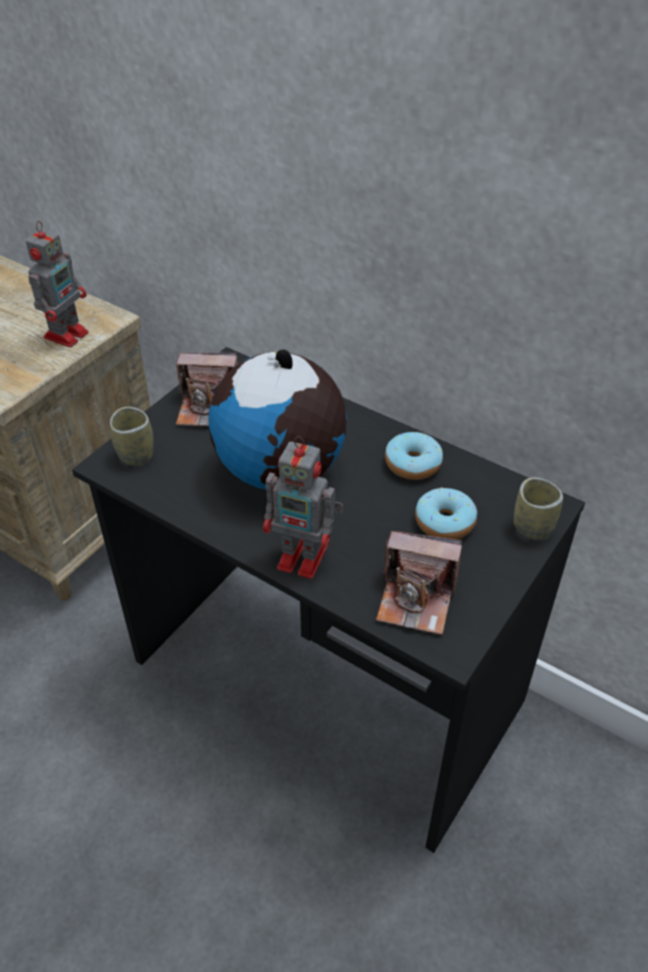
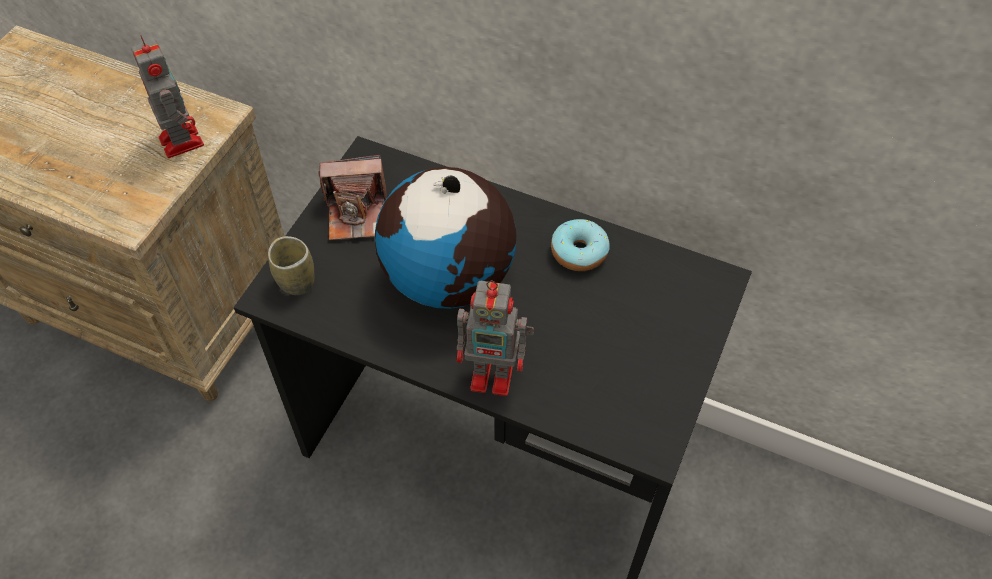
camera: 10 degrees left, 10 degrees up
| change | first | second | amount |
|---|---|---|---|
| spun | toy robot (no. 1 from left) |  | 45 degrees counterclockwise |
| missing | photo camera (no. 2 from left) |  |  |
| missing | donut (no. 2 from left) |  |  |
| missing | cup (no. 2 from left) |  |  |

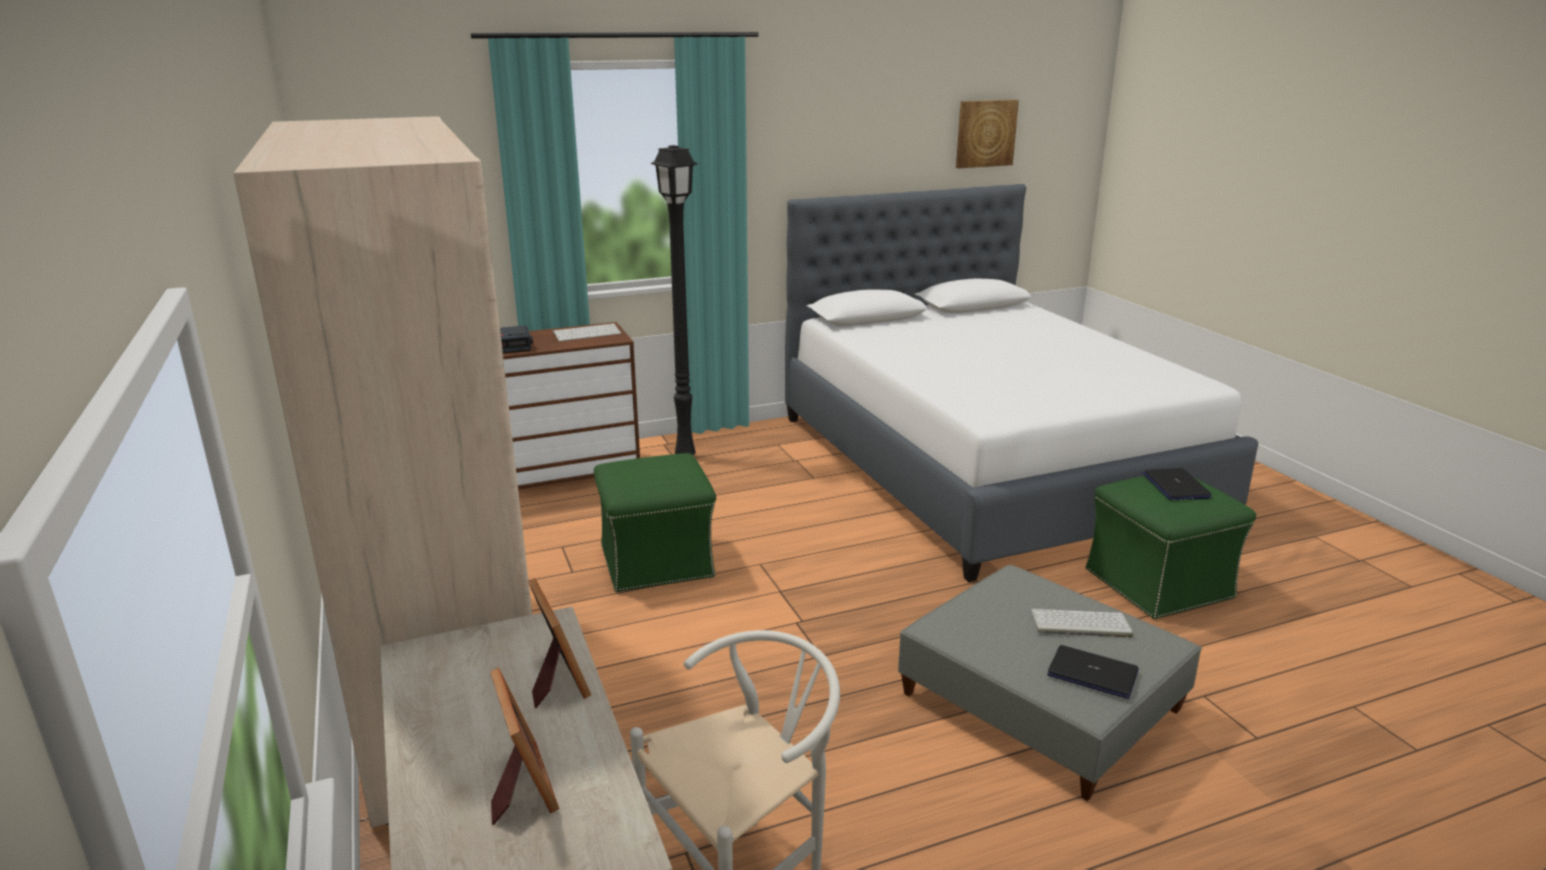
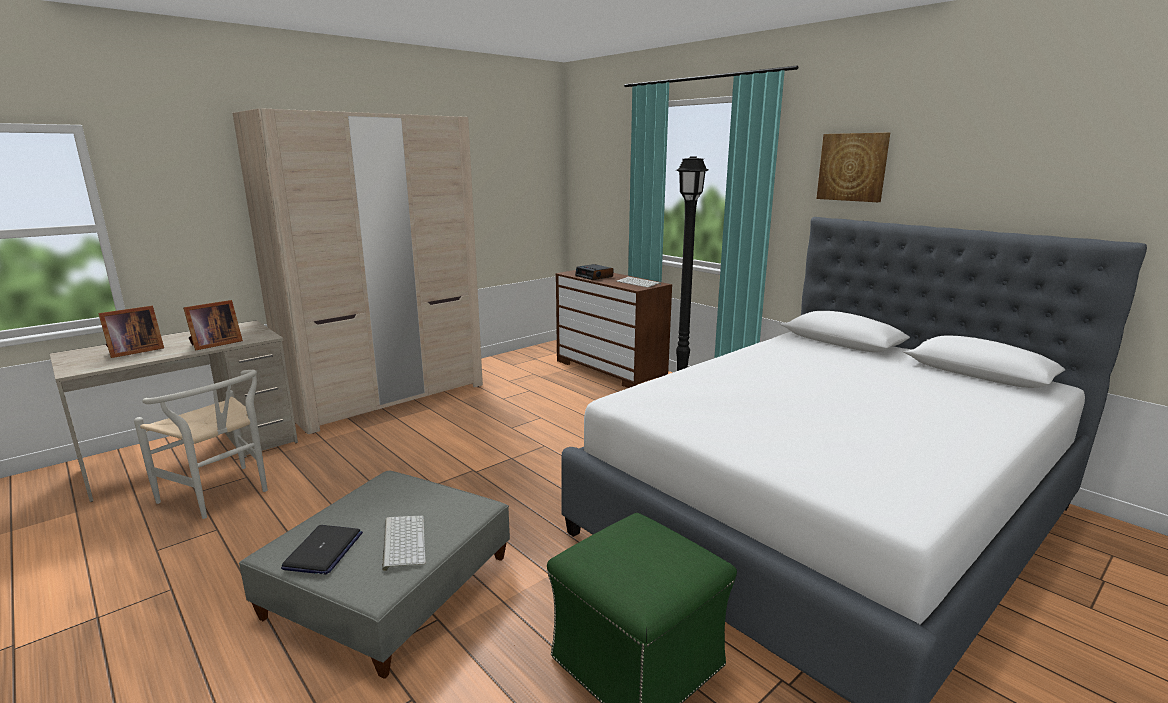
camera: 70 degrees right, 5 degrees down
| change | first | second | amount |
|---|---|---|---|
| missing | green ottoman (no. 1 from left) |  |  |
| relocated | picture |  |  |
| missing | laptop (no. 2 from left) |  |  |

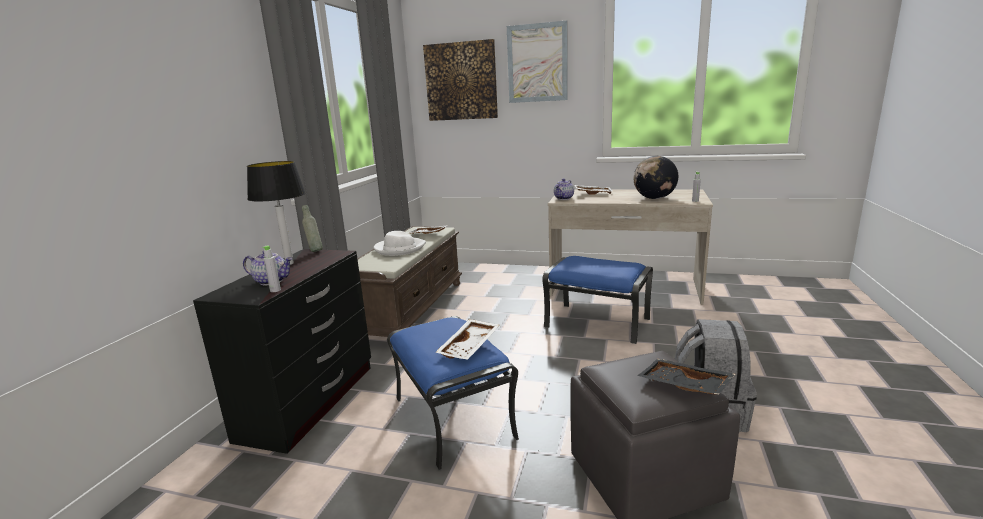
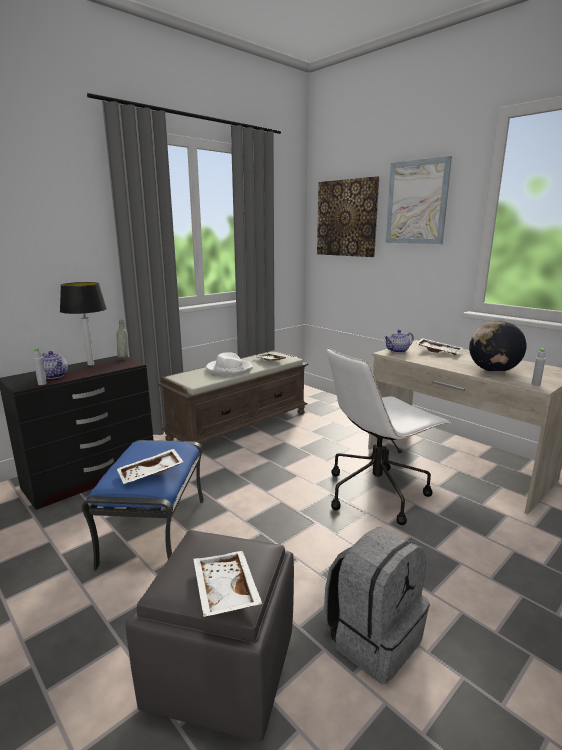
camera: 30 degrees right, 0 degrees up
| change | first | second | amount |
|---|---|---|---|
| exchanged | blue ottoman (no. 2 from left) | white office chair |  |
| colour | black tray | white tray (no. 2 from left) |  |

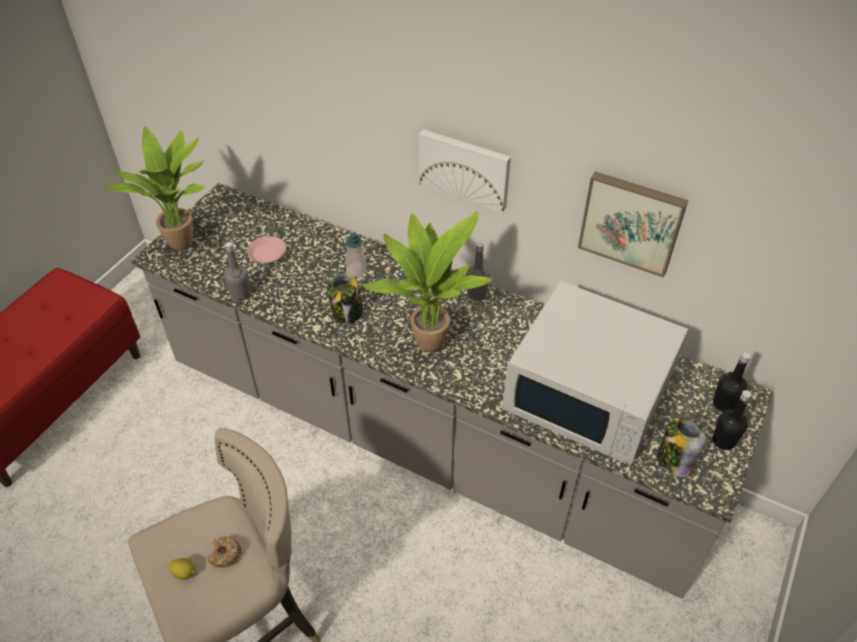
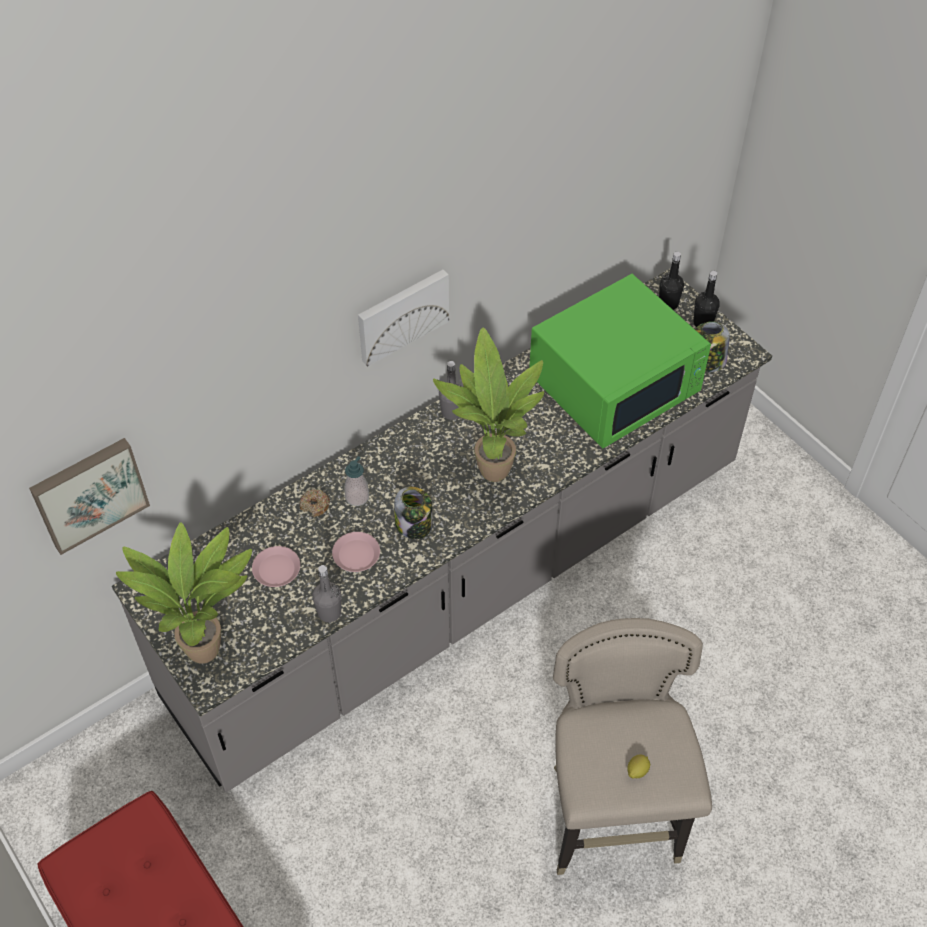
camera: 65 degrees left, 5 degrees up
| change | first | second | amount |
|---|---|---|---|
| relocated | donut |  |  |
| colour | white microwave | green microwave |  |
| relocated | picture (no. 2 from left in the first image) | picture (no. 1 from left) |  |
| appeared |  | pink plate (no. 2 from left) |  |

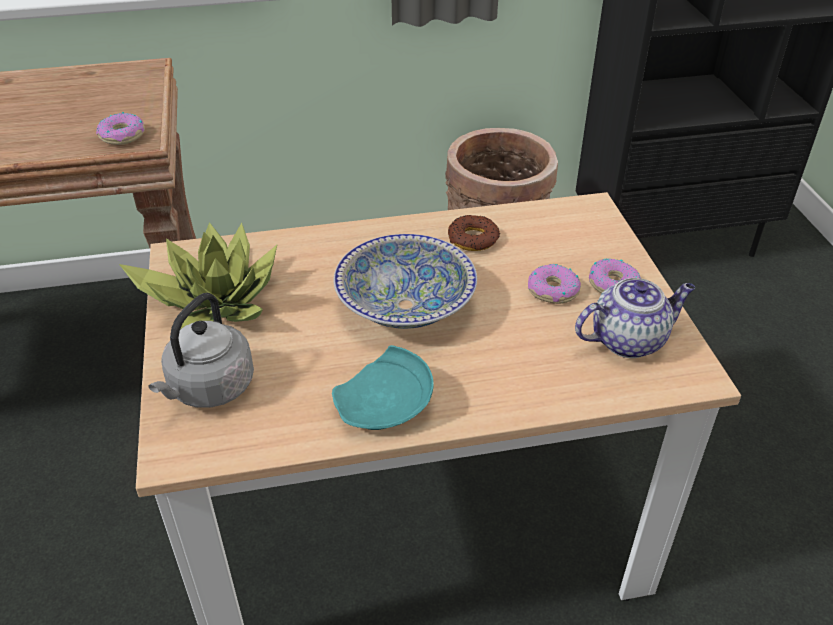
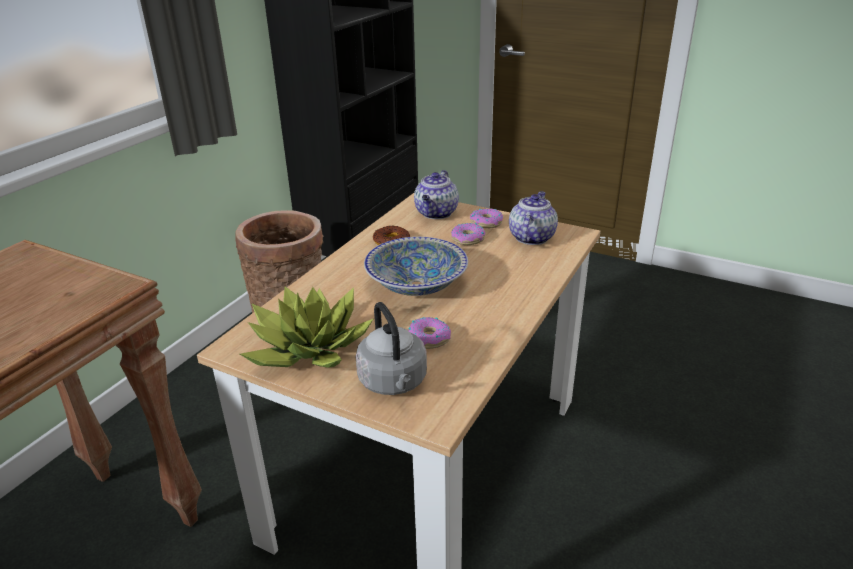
camera: 50 degrees left, 10 degrees down
| change | first | second | amount |
|---|---|---|---|
| relocated | donut (no. 1 from left in the first image) | donut (no. 2 from left) |  |
| missing | turquoise plate |  |  |
| appeared |  | teapot (no. 1 from left) |  |

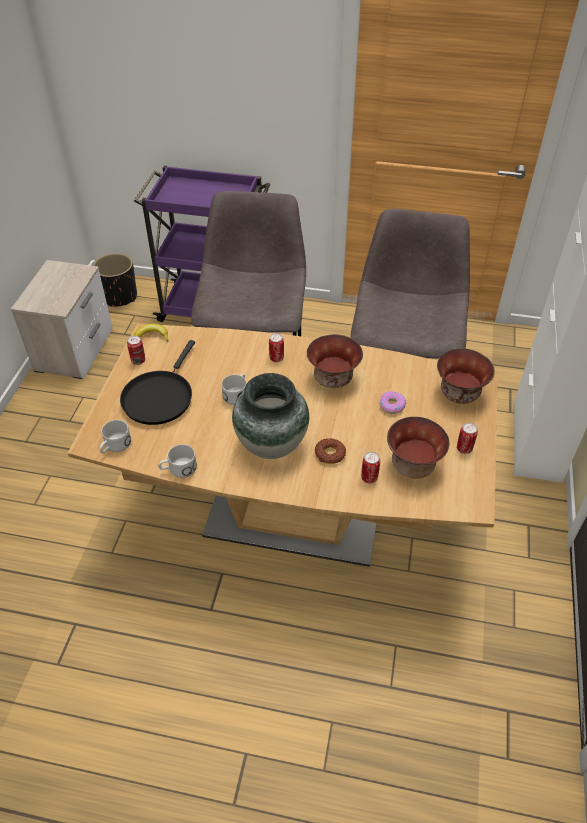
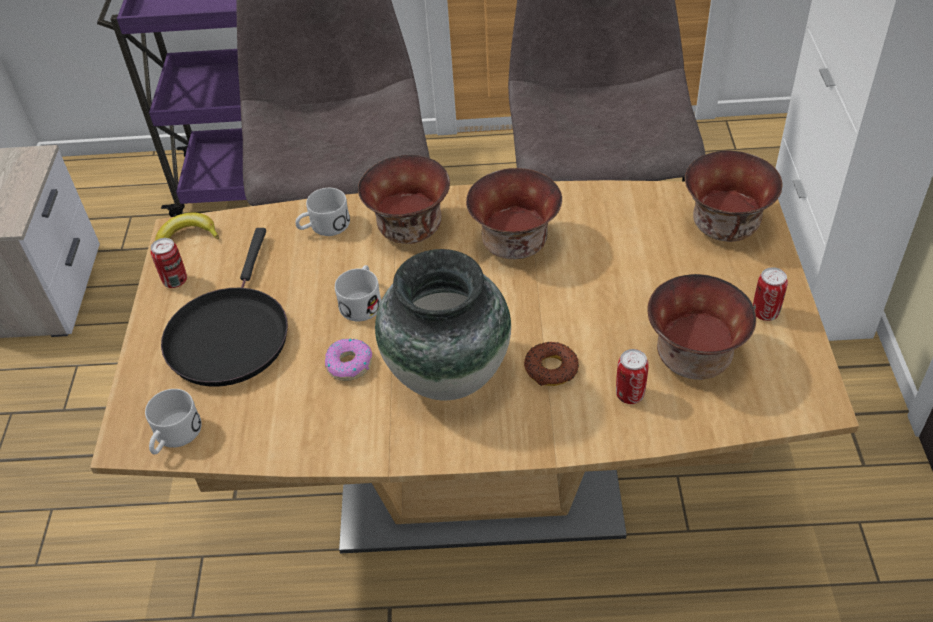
camera: 10 degrees left, 0 degrees up
| change | first | second | amount |
|---|---|---|---|
| missing | black planter |  |  |
| relocated | white mug (no. 2 from left) |  |  |
| exchanged | can (no. 2 from left) | bowl (no. 1 from left) |  |
| relocated | donut (no. 2 from left in the first image) | donut (no. 1 from left) |  |

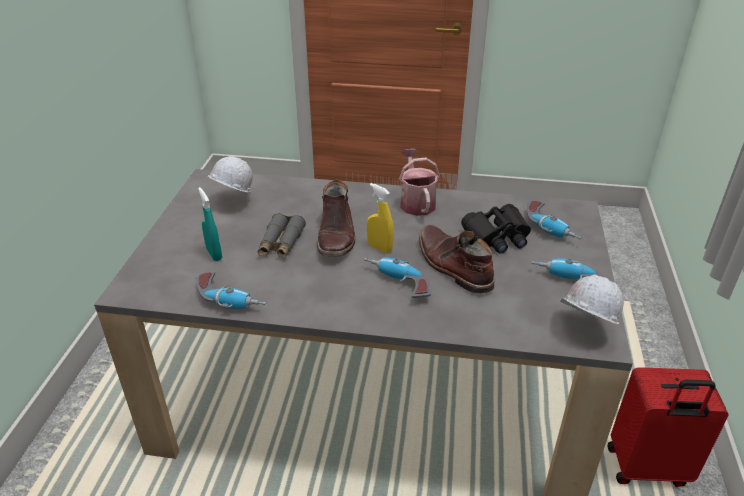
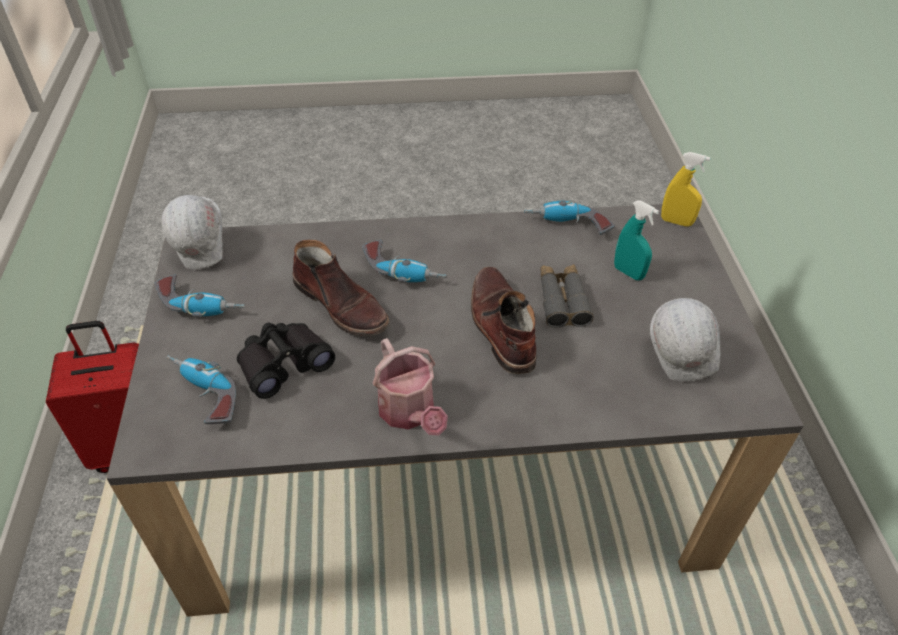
camera: 165 degrees right, 10 degrees up
| change | first | second | amount |
|---|---|---|---|
| relocated | yellow spray bottle |  |  |

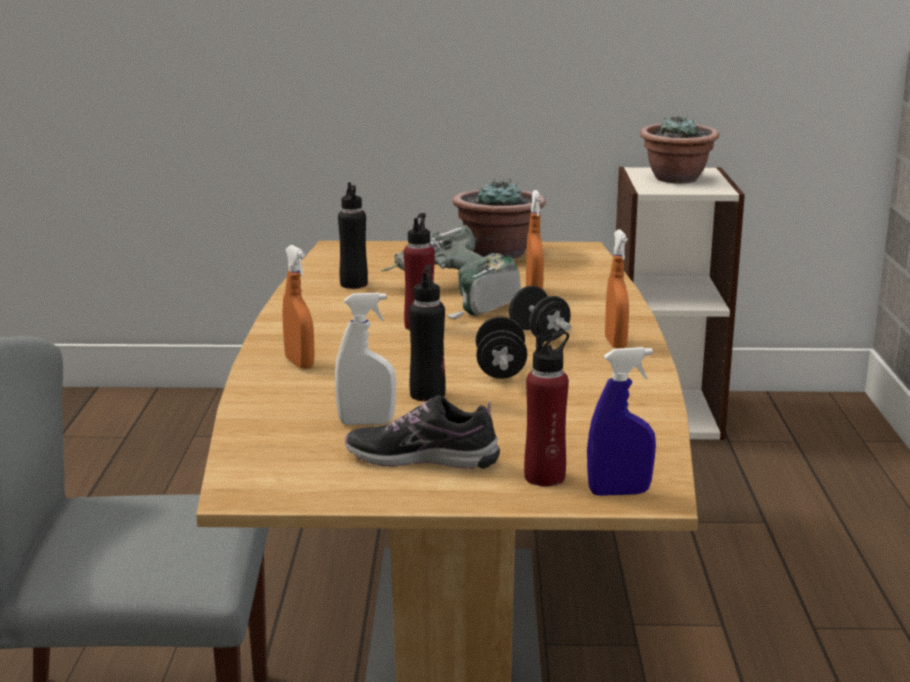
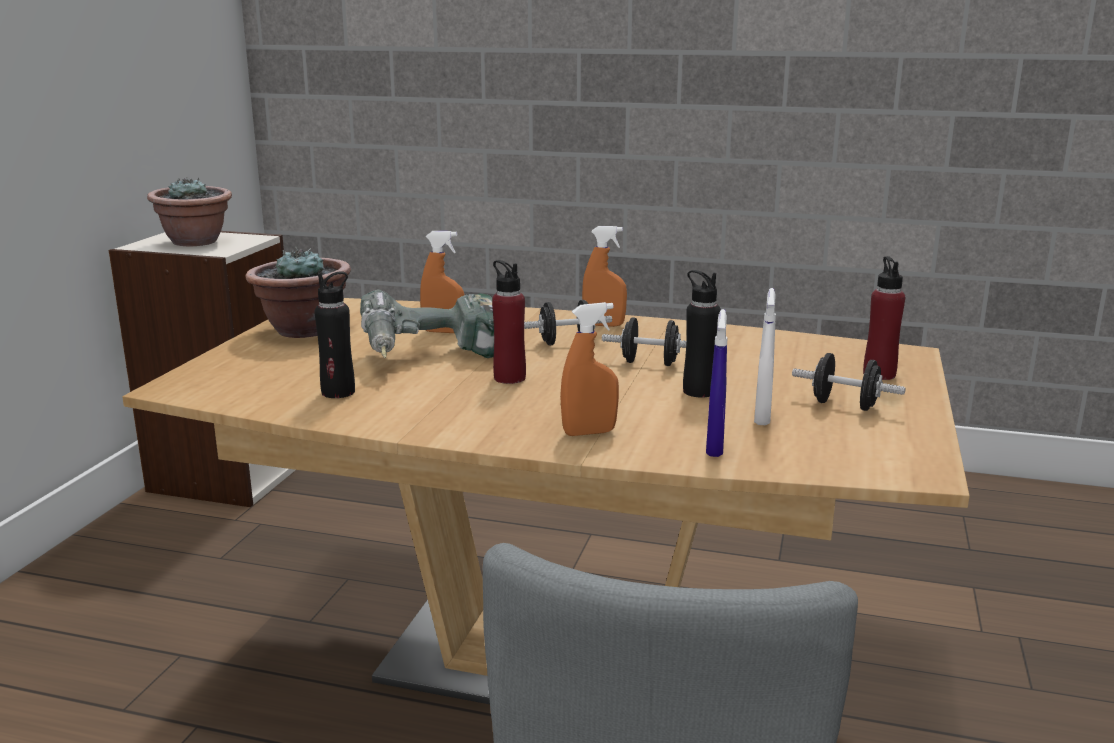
camera: 75 degrees left, 0 degrees up
| change | first | second | amount |
|---|---|---|---|
| exchanged | shoe | black dumbbell (no. 3 from left) |  |
| relocated | blue spray bottle |  |  |

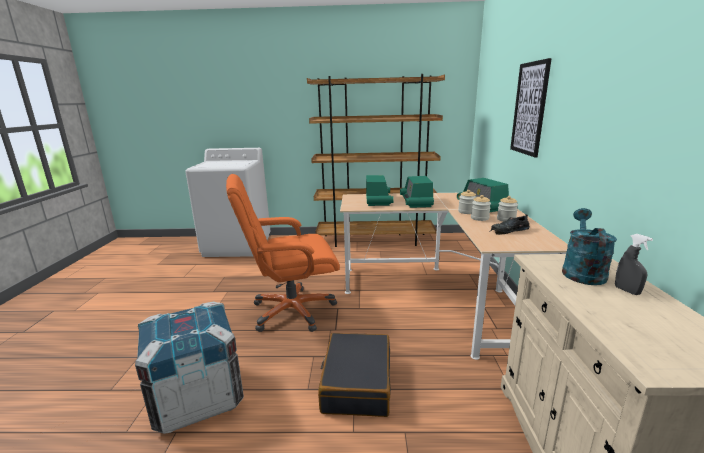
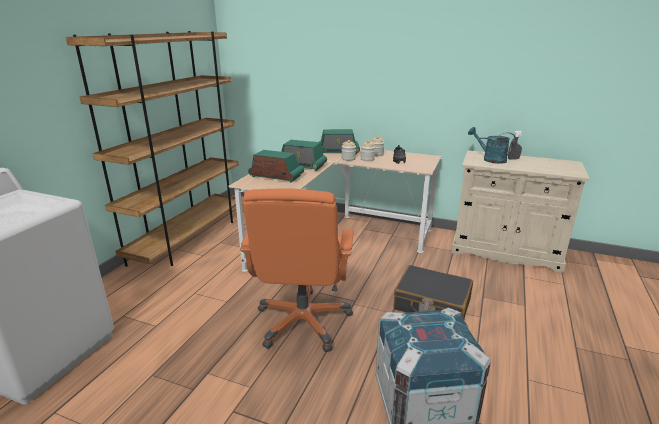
camera: 70 degrees left, 5 degrees up
| change | first | second | amount |
|---|---|---|---|
| missing | picture |  |  |

